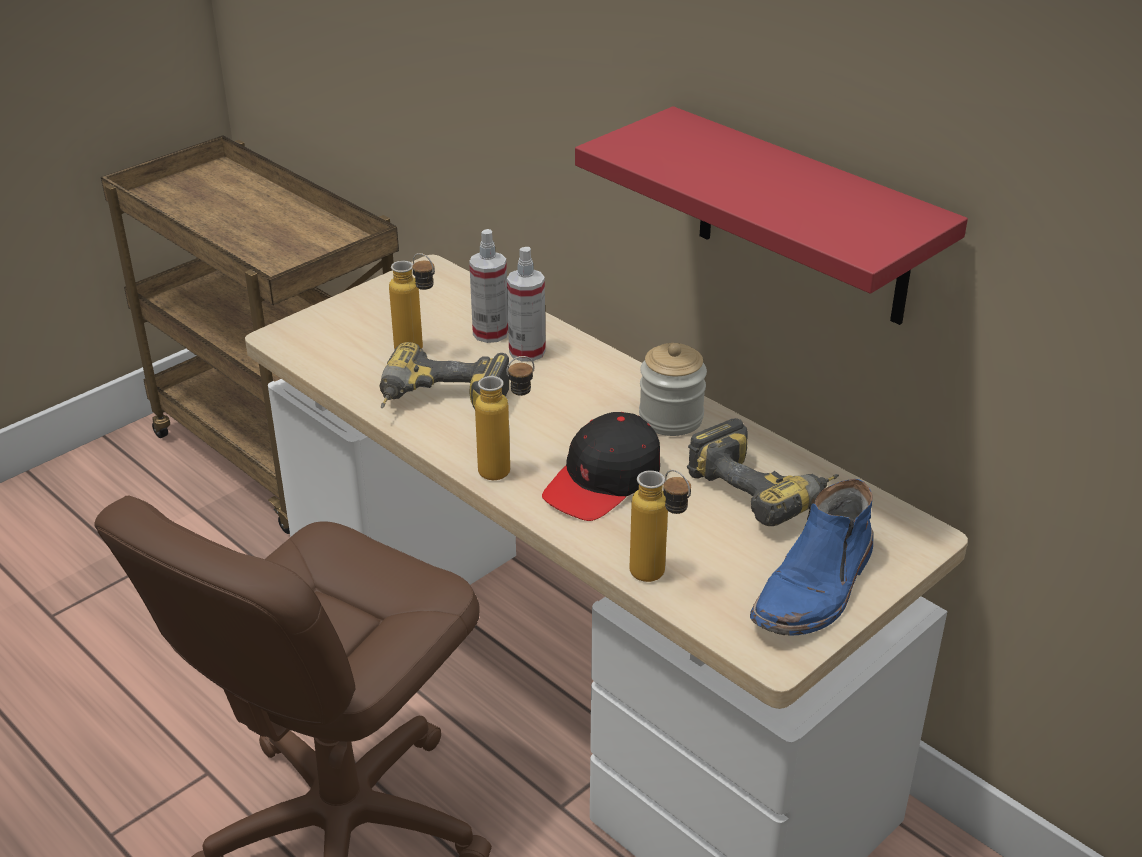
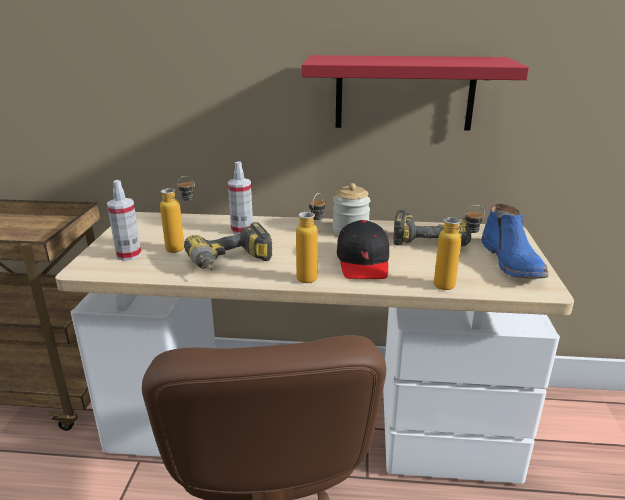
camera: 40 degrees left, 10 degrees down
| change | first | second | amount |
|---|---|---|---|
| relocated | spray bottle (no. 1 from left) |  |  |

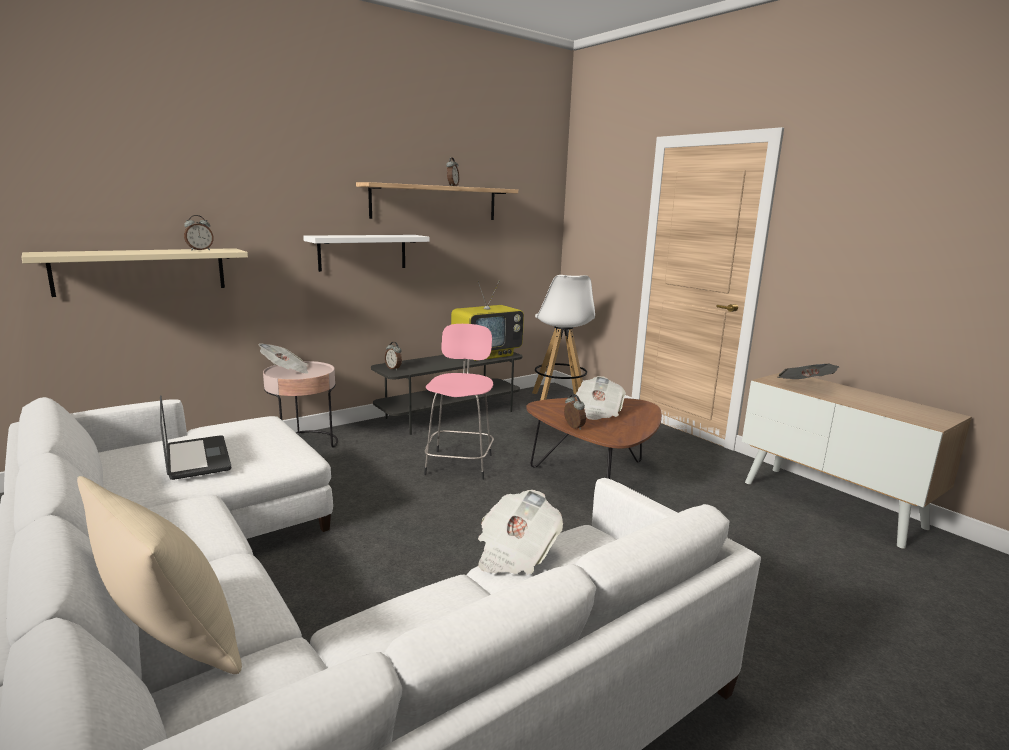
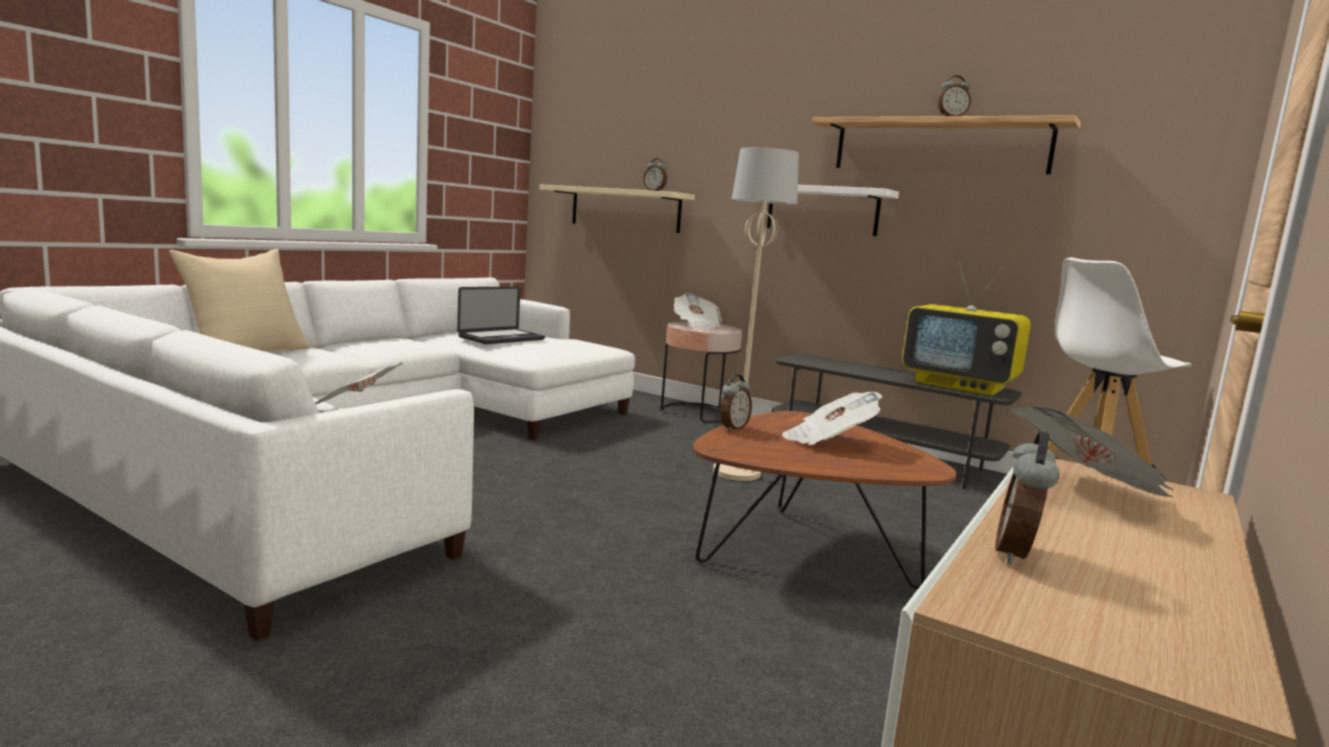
camera: 70 degrees right, 5 degrees down
| change | first | second | amount |
|---|---|---|---|
| relocated | alarm clock (no. 2 from left in the first image) | alarm clock (no. 4 from left) |  |
| exchanged | pink stool | beige floor lamp |  |

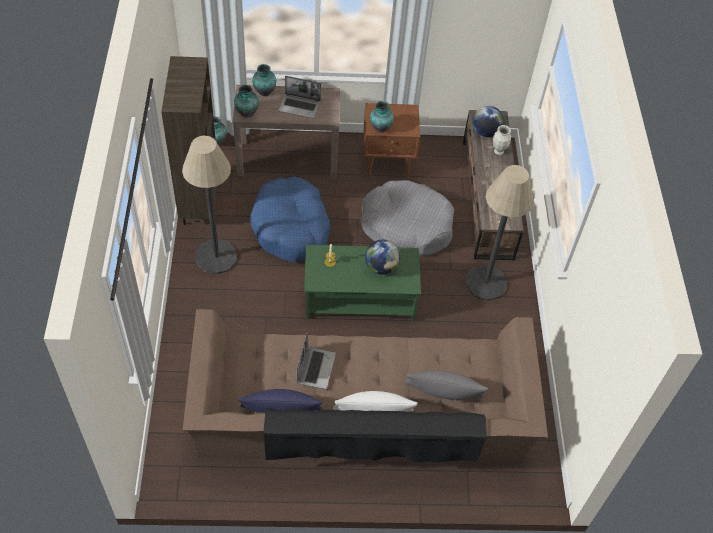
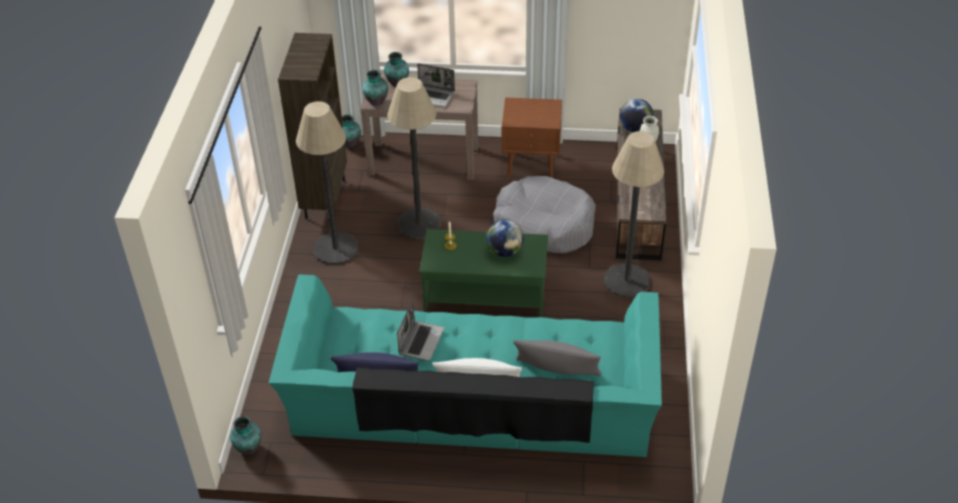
camera: 10 degrees right, 10 degrees down
| change | first | second | amount |
|---|---|---|---|
| colour | brown sofa | turquoise sofa |  |
| exchanged | blue dog bed | floor lamp (no. 2 from left) |  |
| relocated | vase (no. 4 from left in the first image) | vase (no. 1 from left) |  |

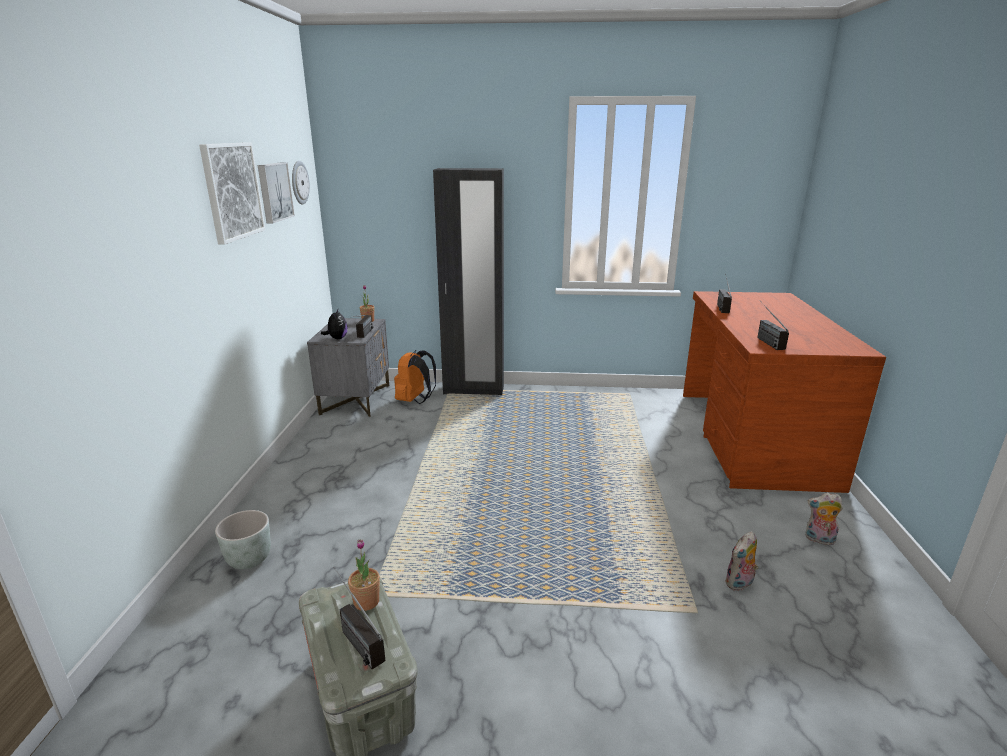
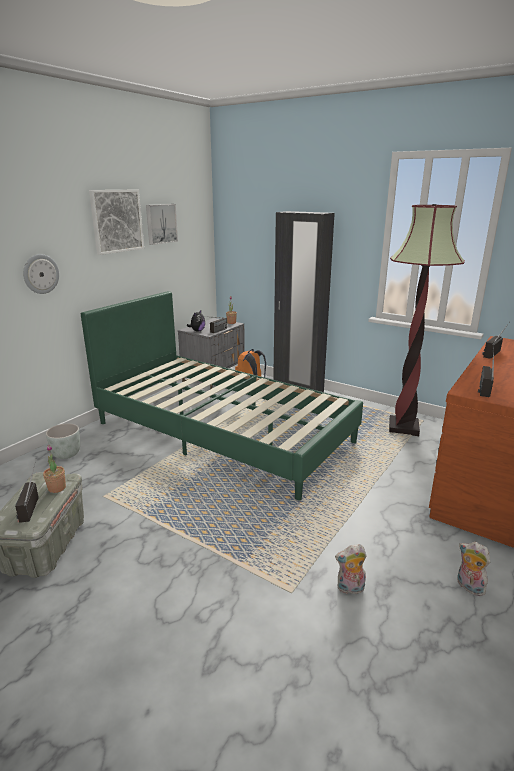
camera: 30 degrees right, 0 degrees up
| change | first | second | amount |
|---|---|---|---|
| relocated | wall clock |  |  |
| appeared |  | green bed |  |
| appeared |  | floor lamp |  |

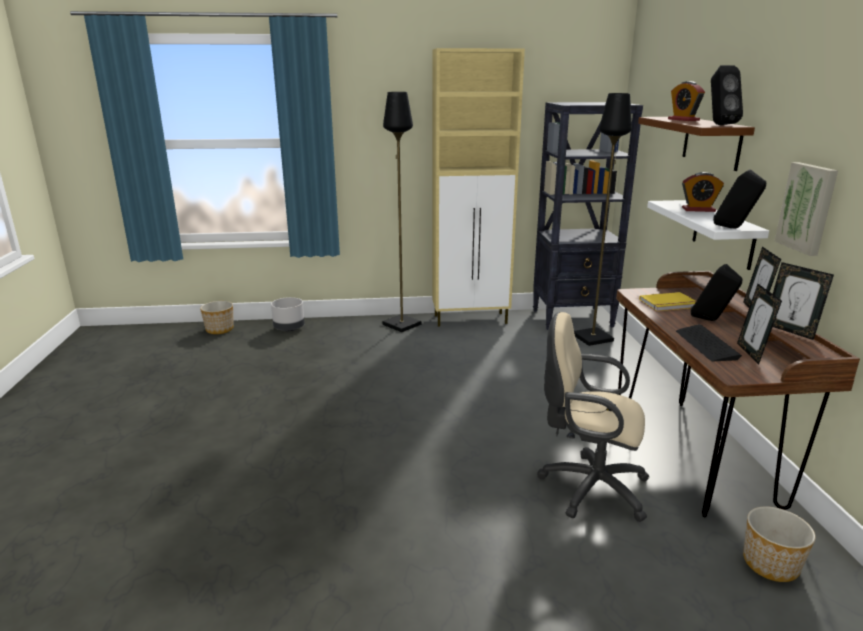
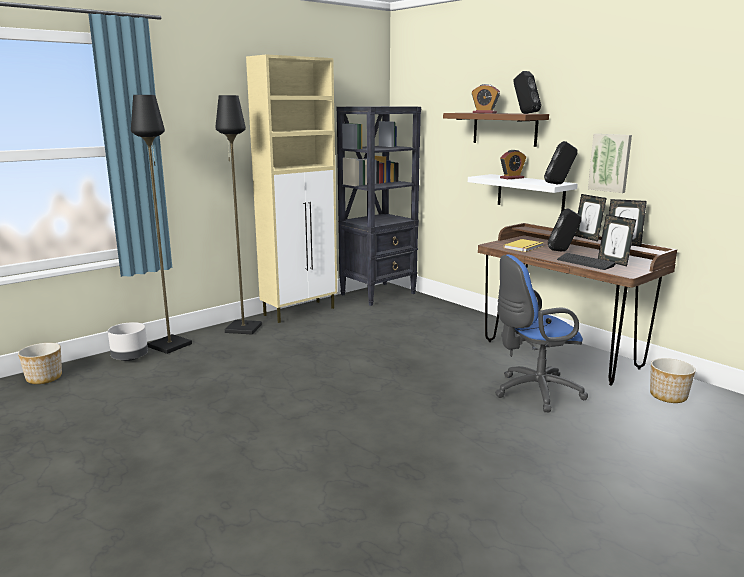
camera: 35 degrees left, 5 degrees down
| change | first | second | amount |
|---|---|---|---|
| colour | beige office chair | blue office chair |  |
| relocated | black floor lamp (no. 2 from left in the first image) | black floor lamp (no. 1 from left) |  |

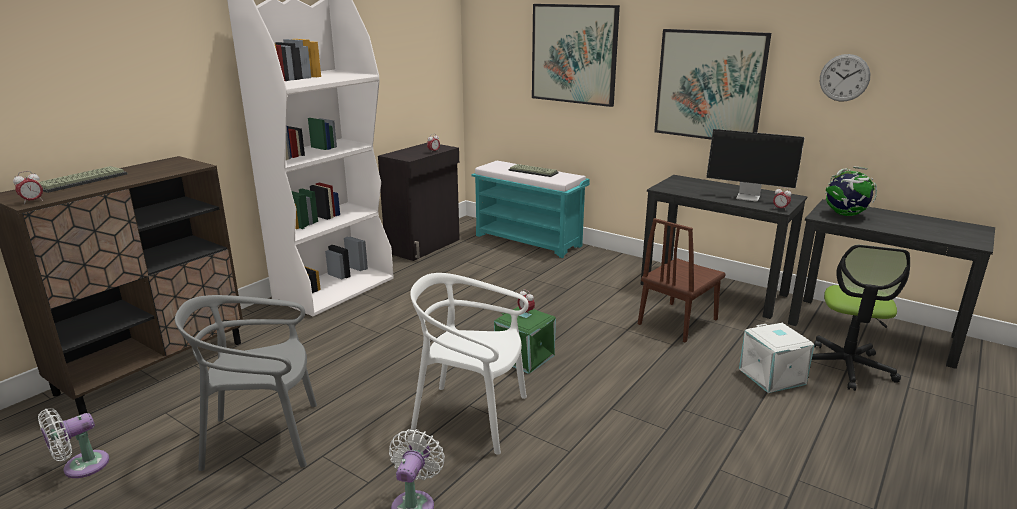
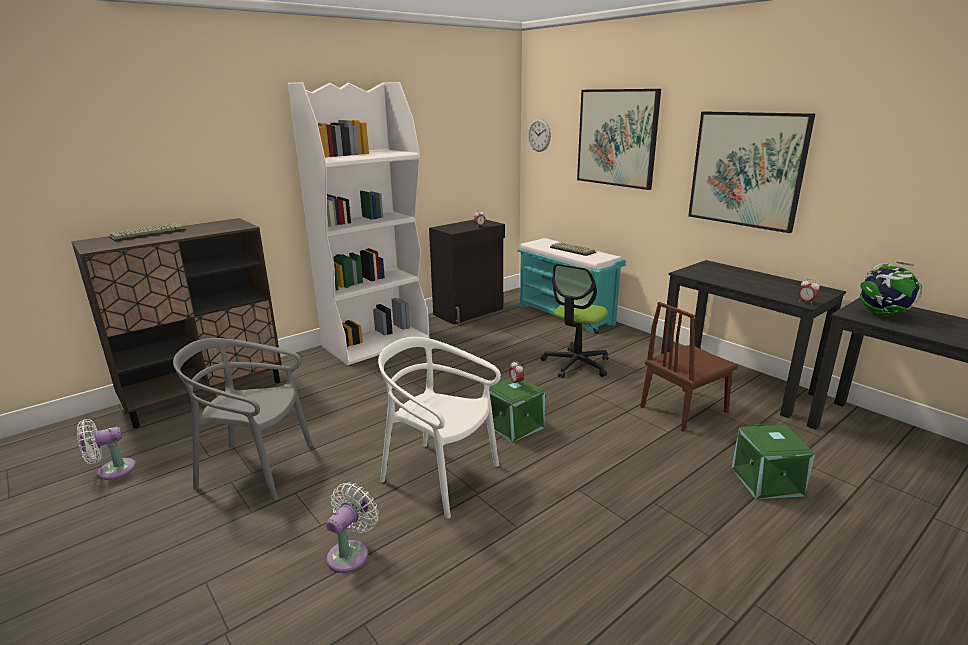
camera: 15 degrees right, 0 degrees up
| change | first | second | amount |
|---|---|---|---|
| missing | alarm clock (no. 1 from left) |  |  |
| missing | monitor |  |  |
| colour | white storage box | green storage box (no. 2 from left) |  |
| relocated | office chair |  |  |
| relocated | wall clock |  |  |

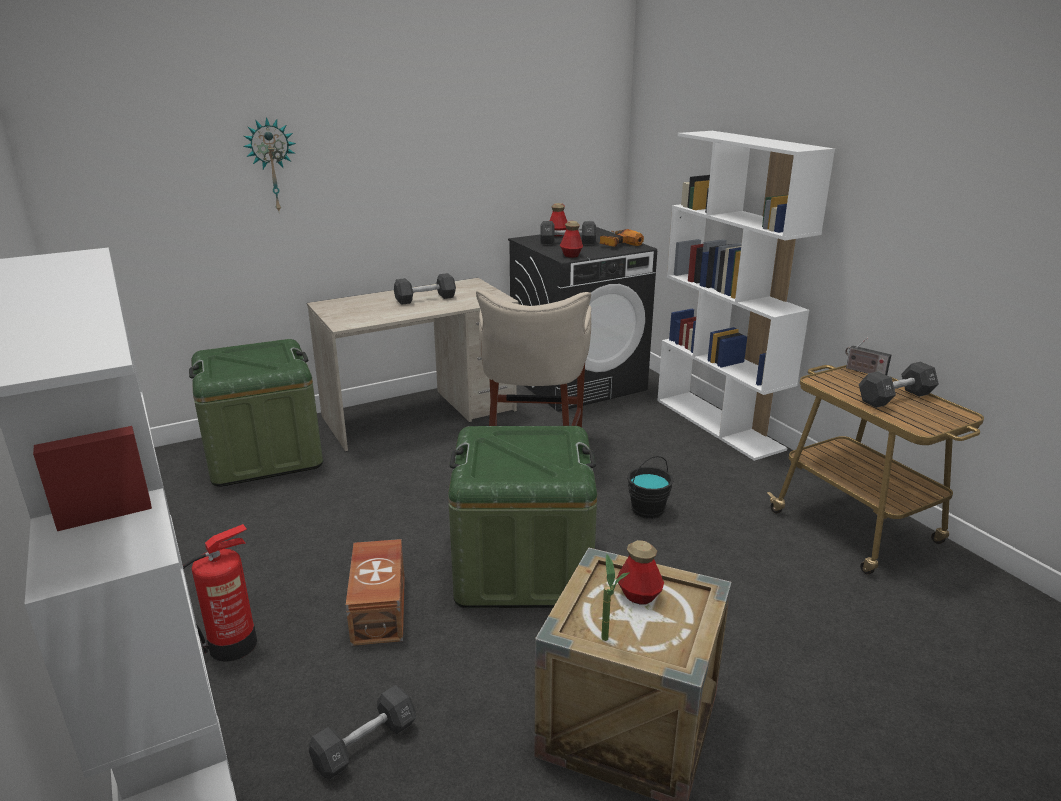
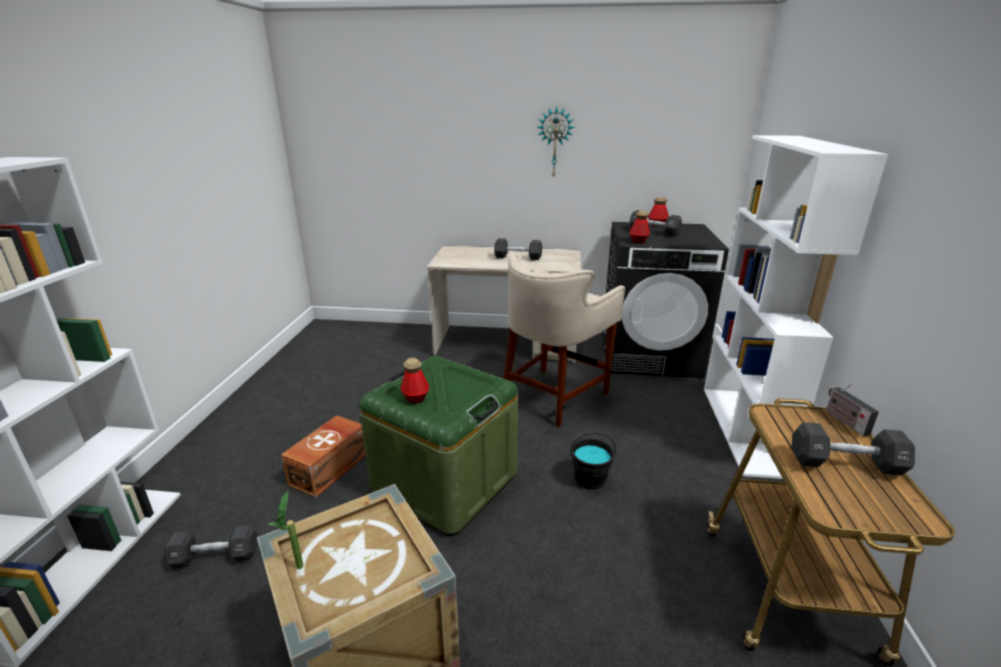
camera: 35 degrees right, 0 degrees up
| change | first | second | amount |
|---|---|---|---|
| missing | fire extinguisher |  |  |
| missing | green storage box (no. 1 from left) |  |  |
| relocated | wall clock |  |  |
| missing | power drill |  |  |
| relocated | bottle (no. 3 from left in the first image) | bottle (no. 1 from left) |  |

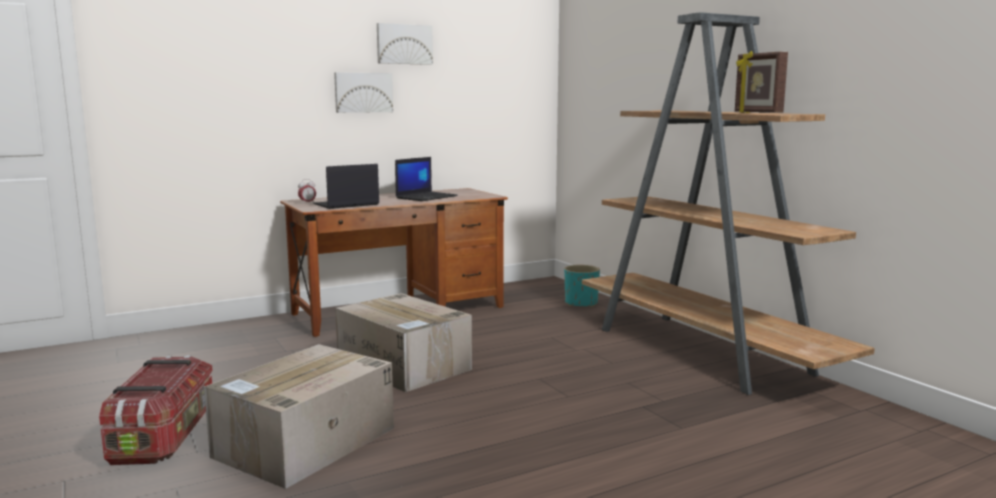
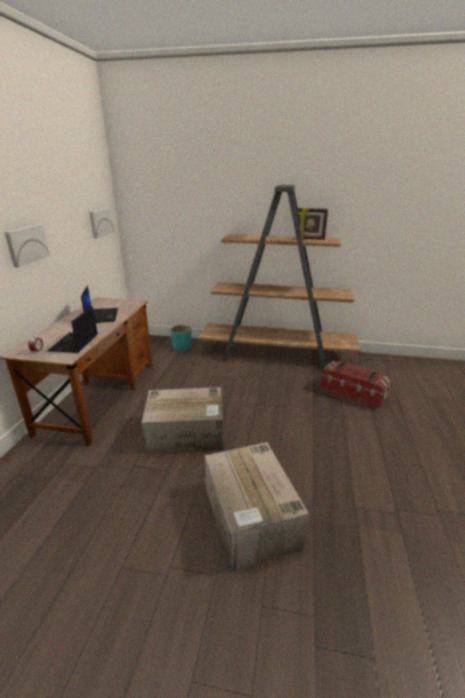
camera: 50 degrees left, 15 degrees up
| change | first | second | amount |
|---|---|---|---|
| relocated | storage box |  |  |
| relocated | picture (no. 2 from left) |  |  |

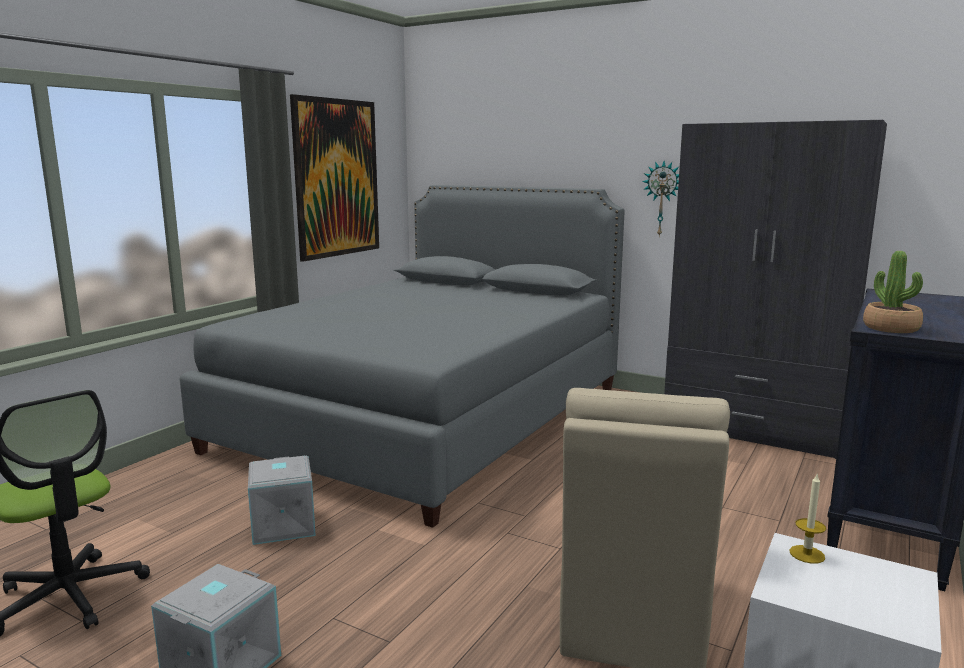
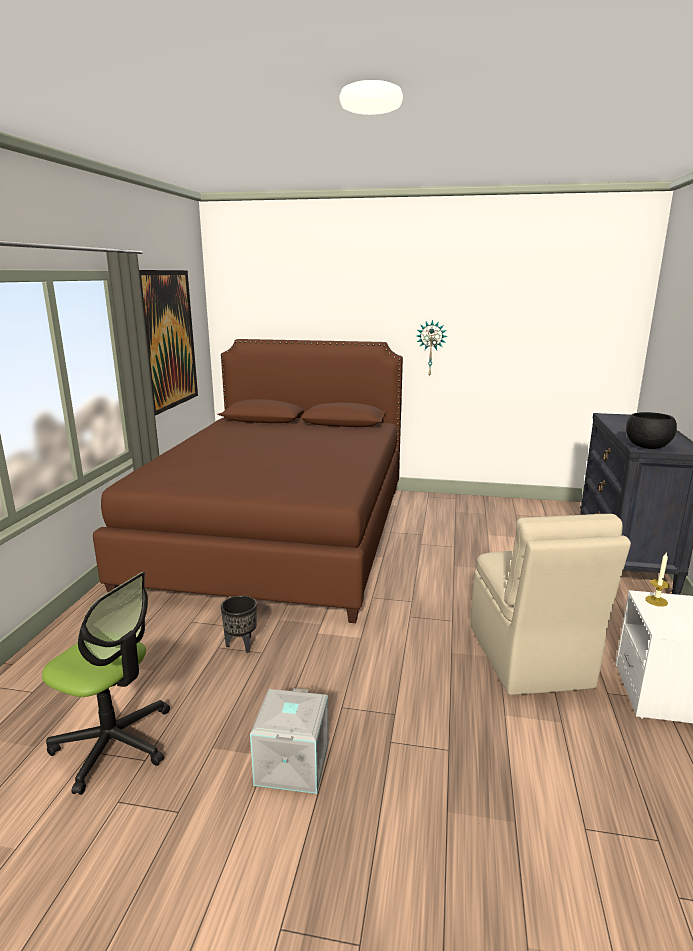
camera: 20 degrees left, 5 degrees up
| change | first | second | amount |
|---|---|---|---|
| colour | grey bed | brown bed |  |
| exchanged | grey storage box (no. 2 from left) | black planter |  |
| missing | grey wardrobe |  |  |
| exchanged | potted plant | black bowl |  |

